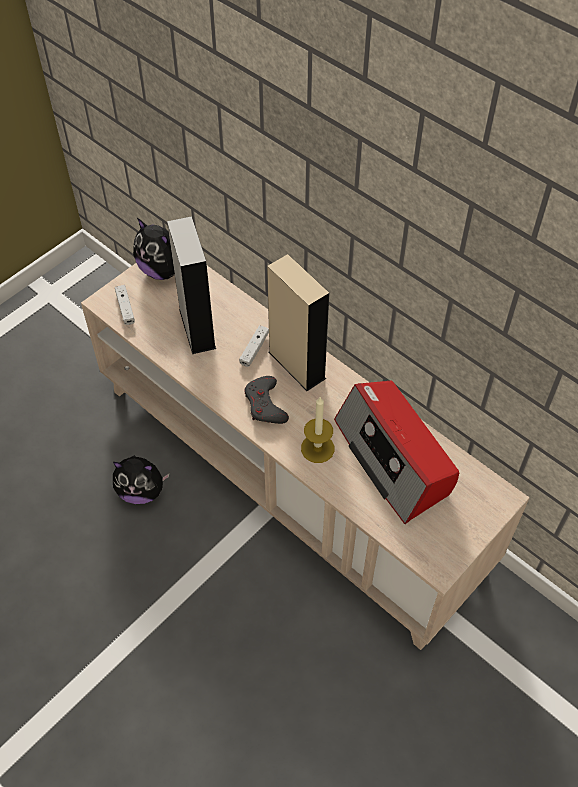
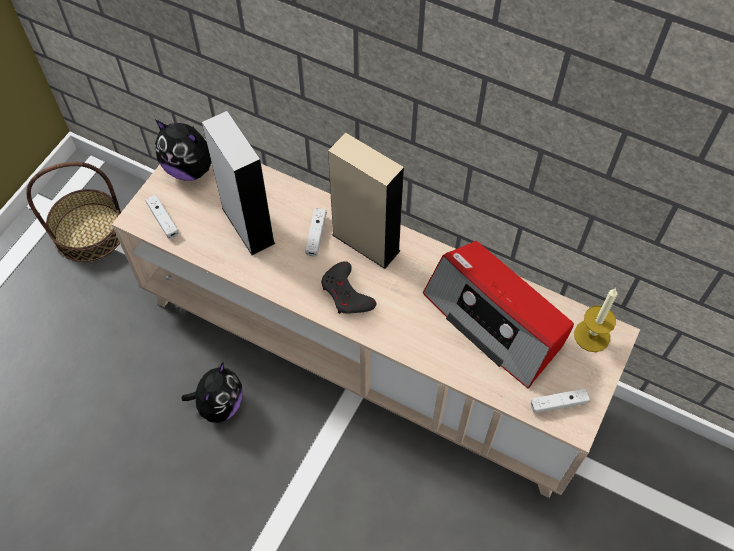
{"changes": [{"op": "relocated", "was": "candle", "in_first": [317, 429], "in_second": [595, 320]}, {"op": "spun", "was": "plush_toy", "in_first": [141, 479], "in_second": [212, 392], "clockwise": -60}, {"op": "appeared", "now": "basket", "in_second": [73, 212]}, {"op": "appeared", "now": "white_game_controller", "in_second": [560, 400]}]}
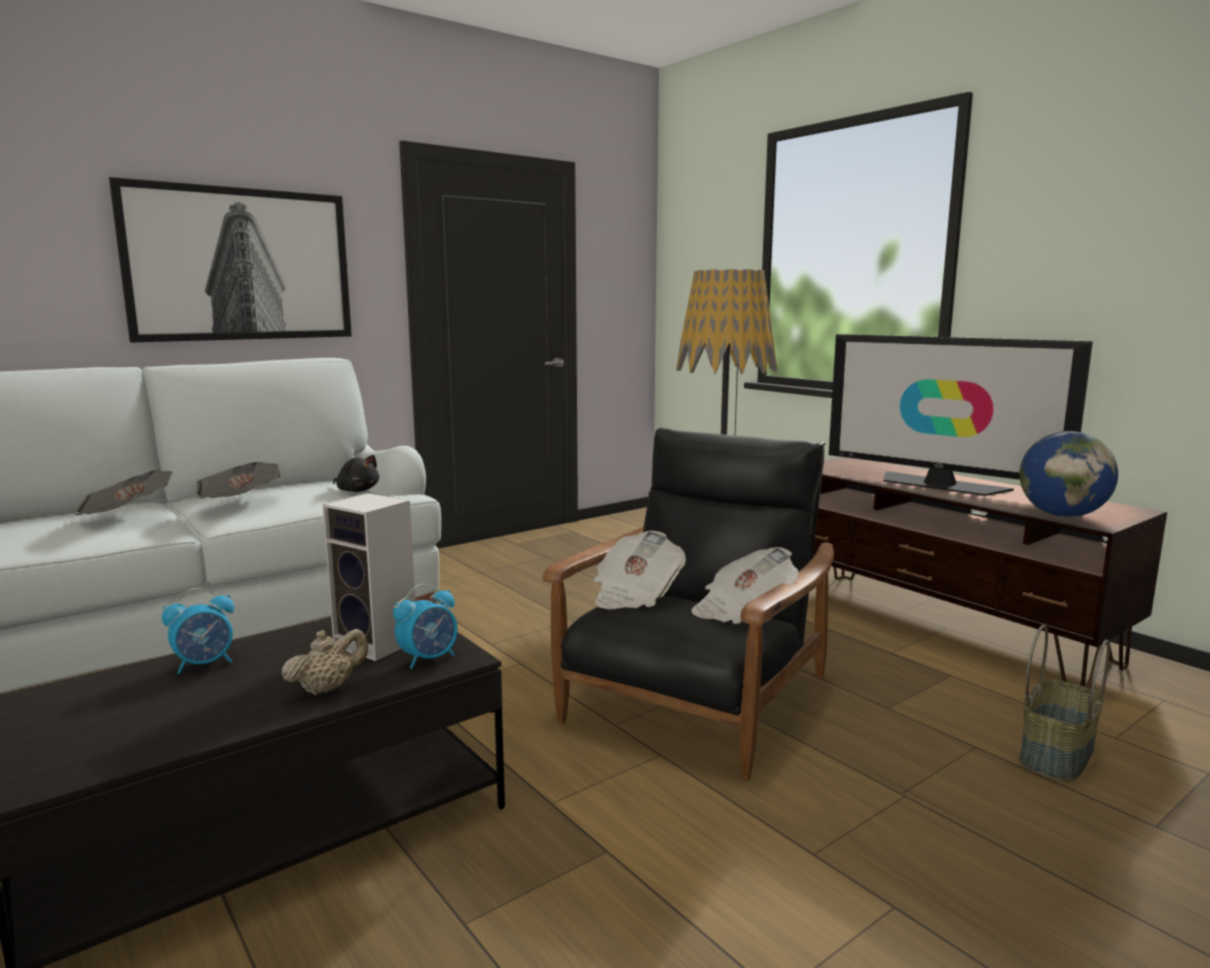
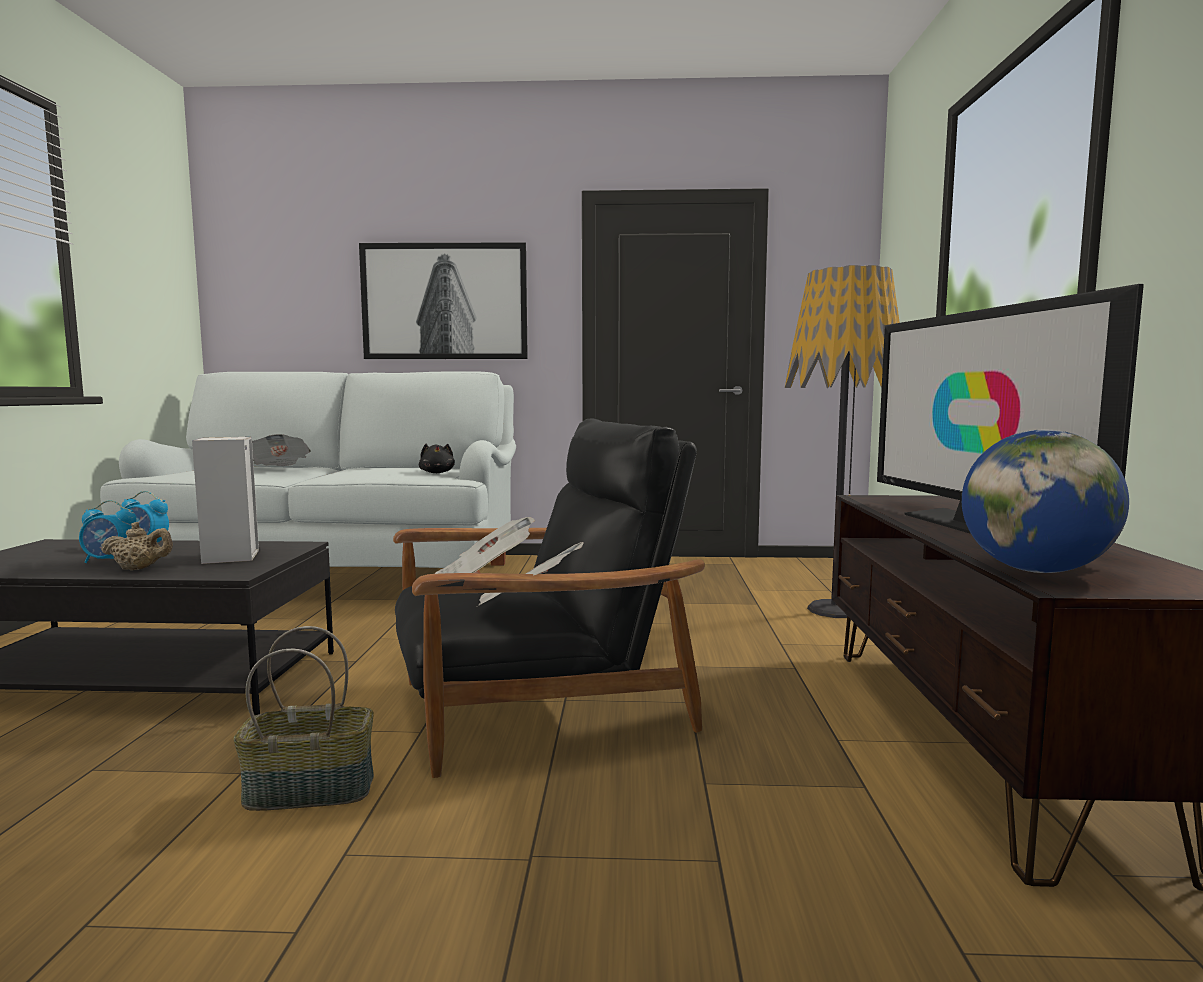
{"changes": [{"op": "missing", "was": "newspaper", "in_first": [238, 480]}, {"op": "relocated", "was": "alarm_clock", "in_first": [425, 626], "in_second": [108, 531]}, {"op": "relocated", "was": "basket", "in_first": [1065, 703], "in_second": [303, 718]}]}
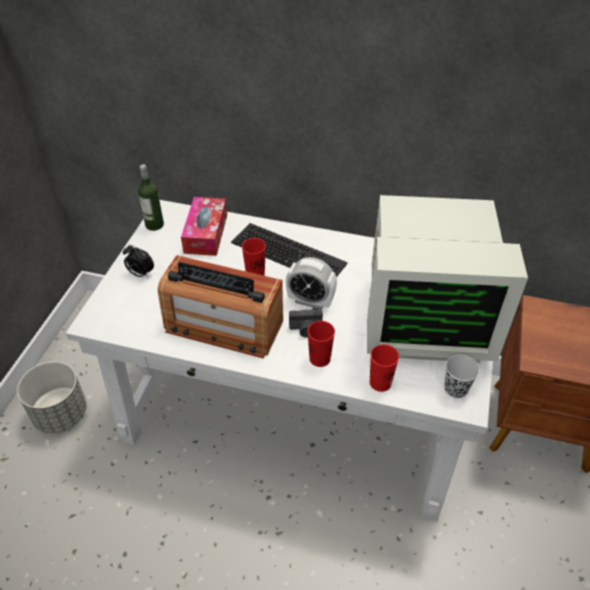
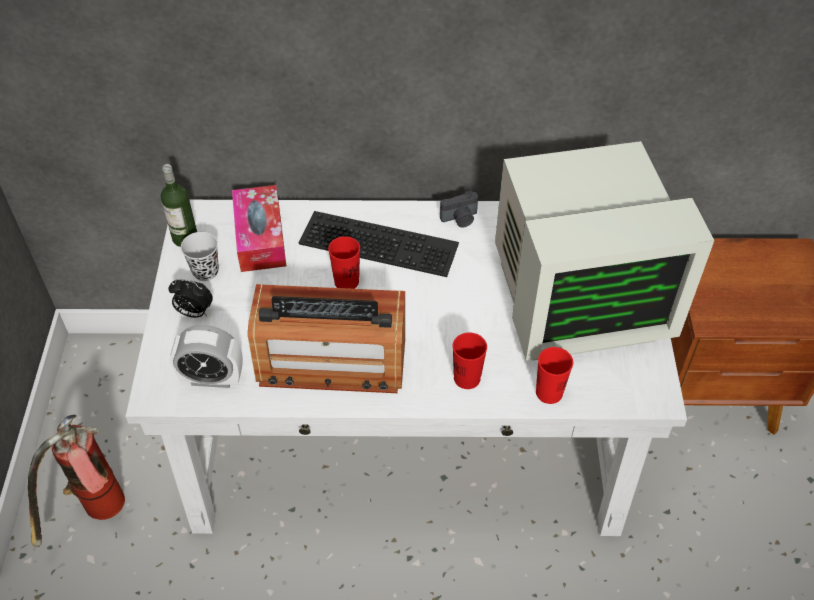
{"changes": [{"op": "relocated", "was": "alarm_clock", "in_first": [311, 283], "in_second": [206, 356]}, {"op": "relocated", "was": "photo_camera", "in_first": [306, 322], "in_second": [459, 209]}, {"op": "relocated", "was": "black_cup", "in_first": [462, 376], "in_second": [200, 256]}, {"op": "exchanged", "was": "grey_planter", "now": "fire_extinguisher", "in_first": [52, 397], "in_second": [76, 481]}]}
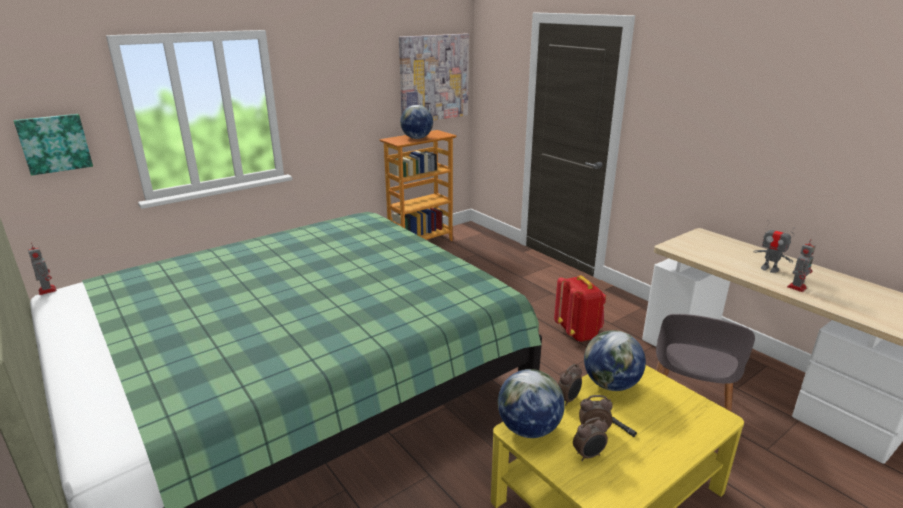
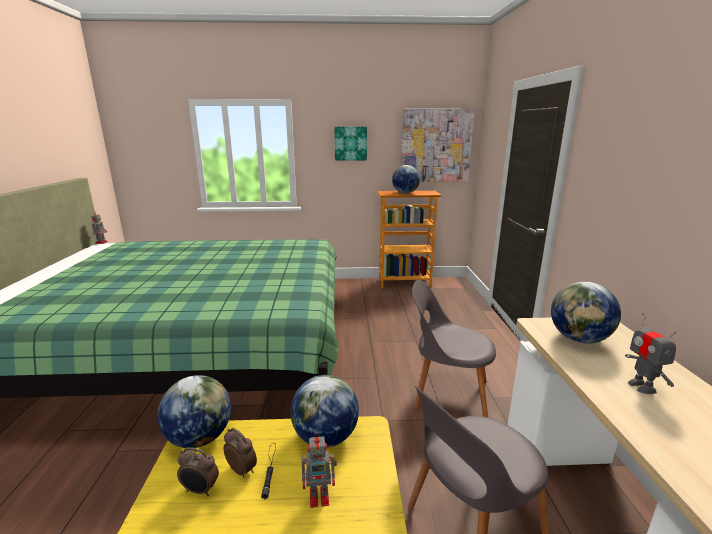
{"changes": [{"op": "relocated", "was": "picture", "in_first": [53, 145], "in_second": [350, 144]}, {"op": "relocated", "was": "toy_robot", "in_first": [801, 265], "in_second": [319, 470]}, {"op": "exchanged", "was": "red_backpack", "now": "grey_chair", "in_first": [580, 308], "in_second": [454, 348]}, {"op": "missing", "was": "alarm_clock", "in_first": [570, 385]}, {"op": "appeared", "now": "globe", "in_second": [586, 312]}]}
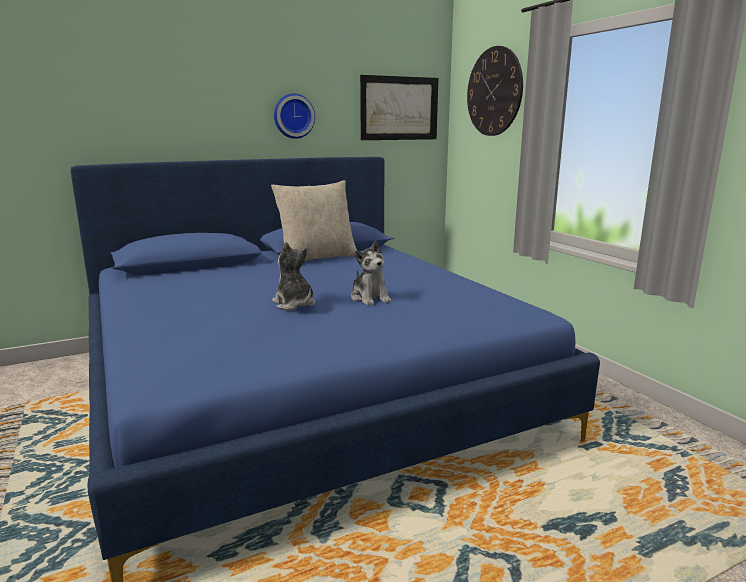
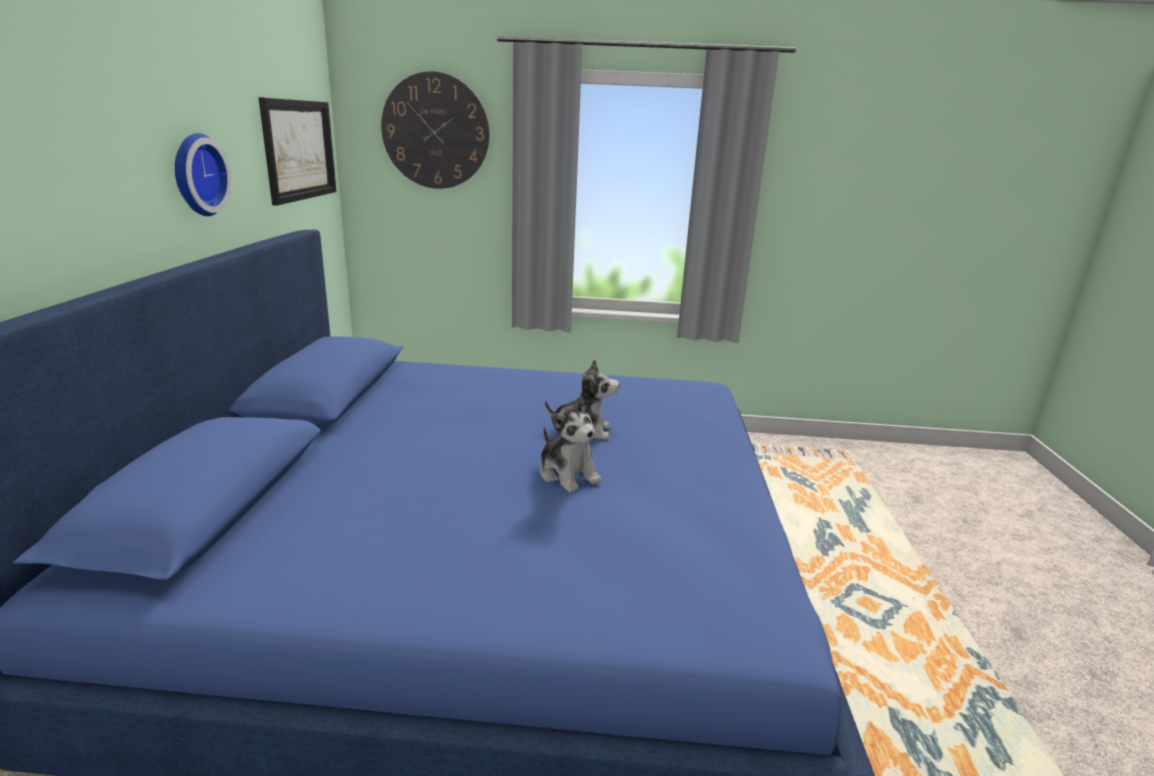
{"changes": [{"op": "missing", "was": "beige_pillow", "in_first": [314, 220]}, {"op": "spun", "was": "plush_toy", "in_first": [293, 276], "in_second": [571, 444], "clockwise": -120}]}
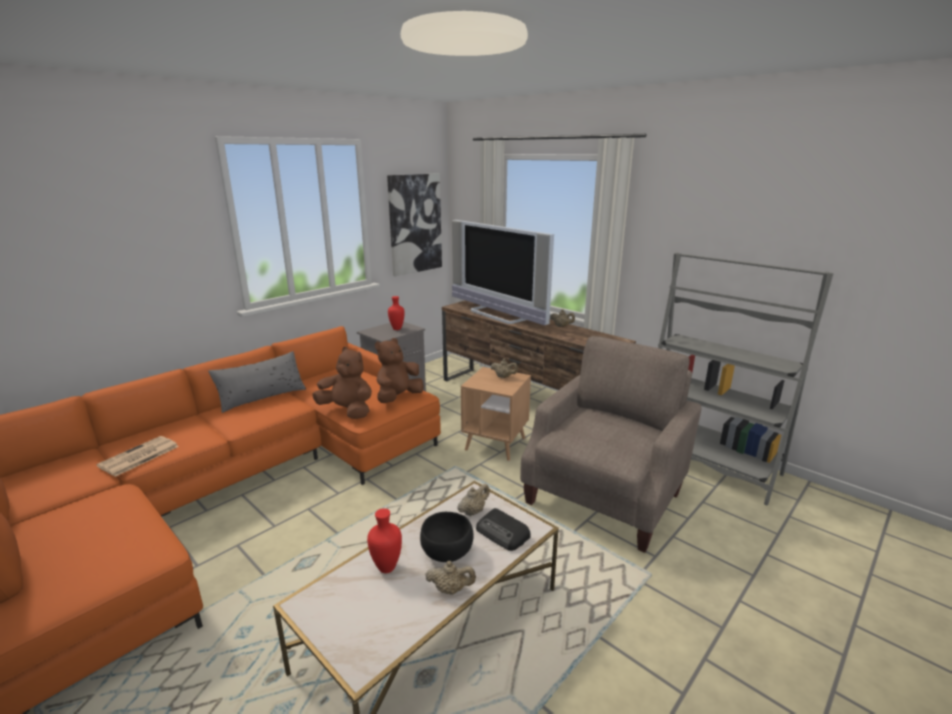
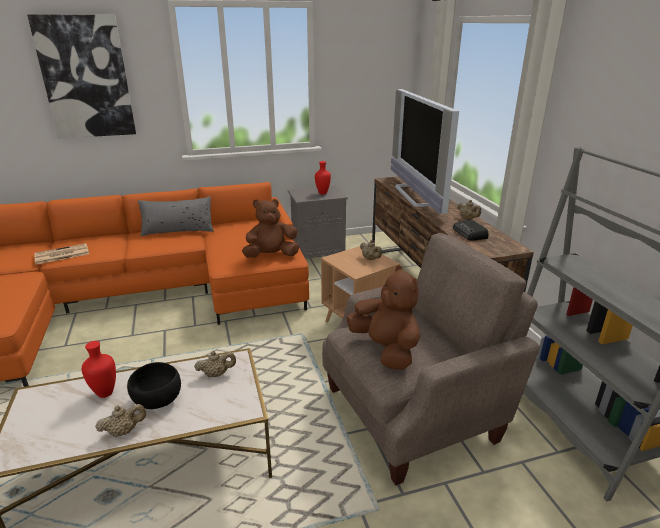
{"changes": [{"op": "relocated", "was": "picture", "in_first": [414, 224], "in_second": [81, 76]}, {"op": "relocated", "was": "brown_plush_toy", "in_first": [342, 383], "in_second": [383, 317]}, {"op": "relocated", "was": "radio", "in_first": [503, 529], "in_second": [471, 230]}, {"op": "spun", "was": "beige_teapot", "in_first": [450, 578], "in_second": [120, 420], "clockwise": -60}]}
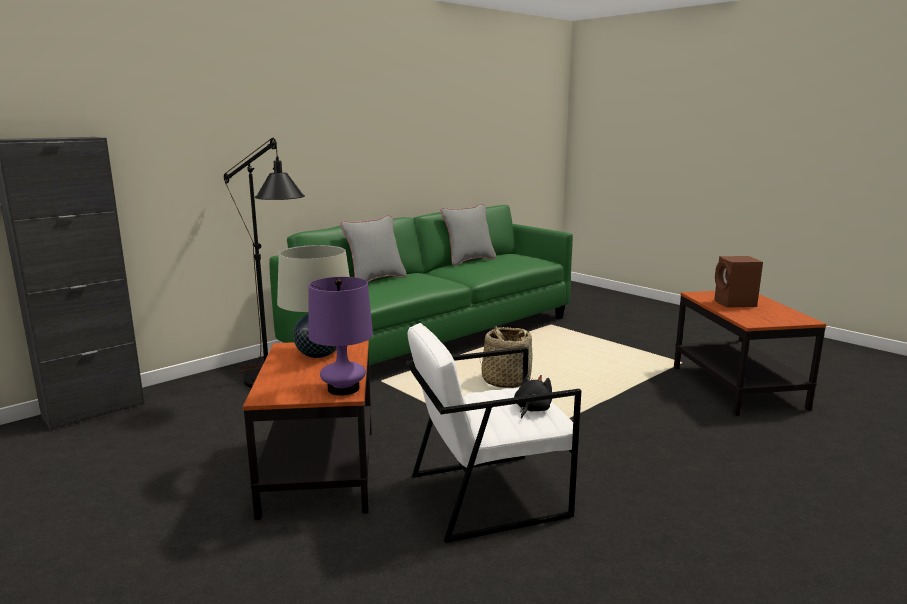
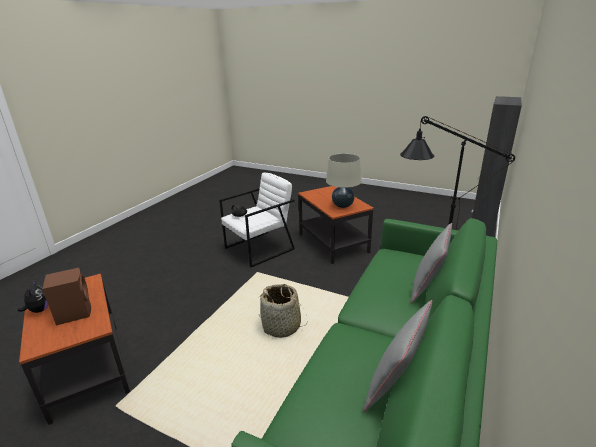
{"changes": [{"op": "missing", "was": "purple_table_lamp", "in_first": [341, 336]}, {"op": "appeared", "now": "plush_toy", "in_second": [33, 296]}]}
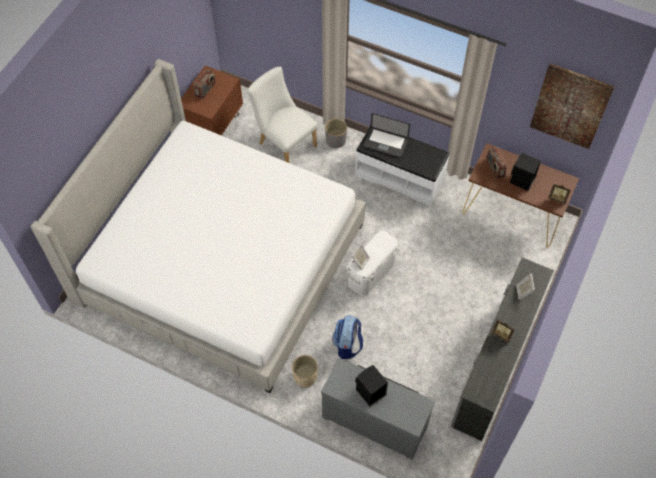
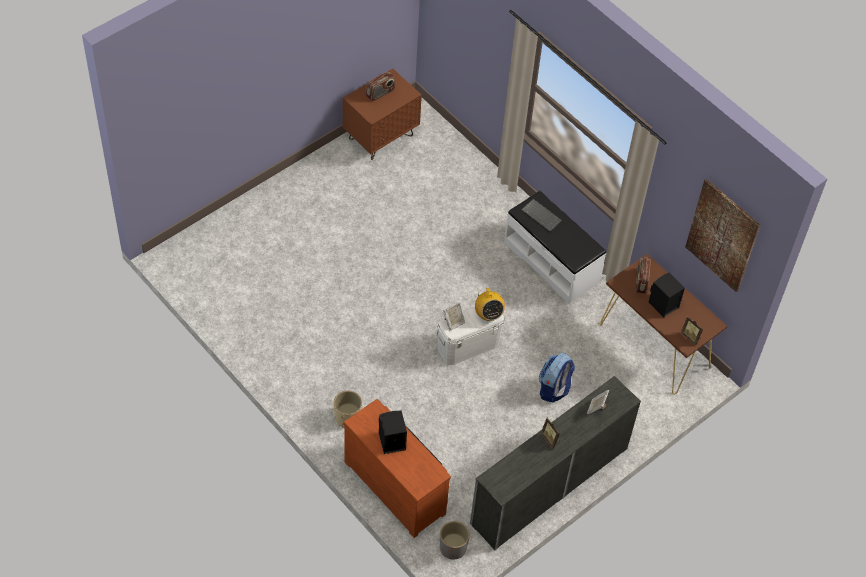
{"changes": [{"op": "missing", "was": "bed", "in_first": [198, 226]}, {"op": "missing", "was": "white_chair", "in_first": [283, 115]}, {"op": "exchanged", "was": "laptop", "now": "keyboard", "in_first": [386, 135], "in_second": [541, 215]}, {"op": "relocated", "was": "grey_planter", "in_first": [336, 133], "in_second": [455, 540]}, {"op": "relocated", "was": "backpack", "in_first": [347, 337], "in_second": [557, 377]}, {"op": "colour", "was": "grey_dresser", "now": "brown_dresser", "in_first": [378, 409], "in_second": [397, 468]}, {"op": "appeared", "now": "radio", "in_second": [490, 304]}]}
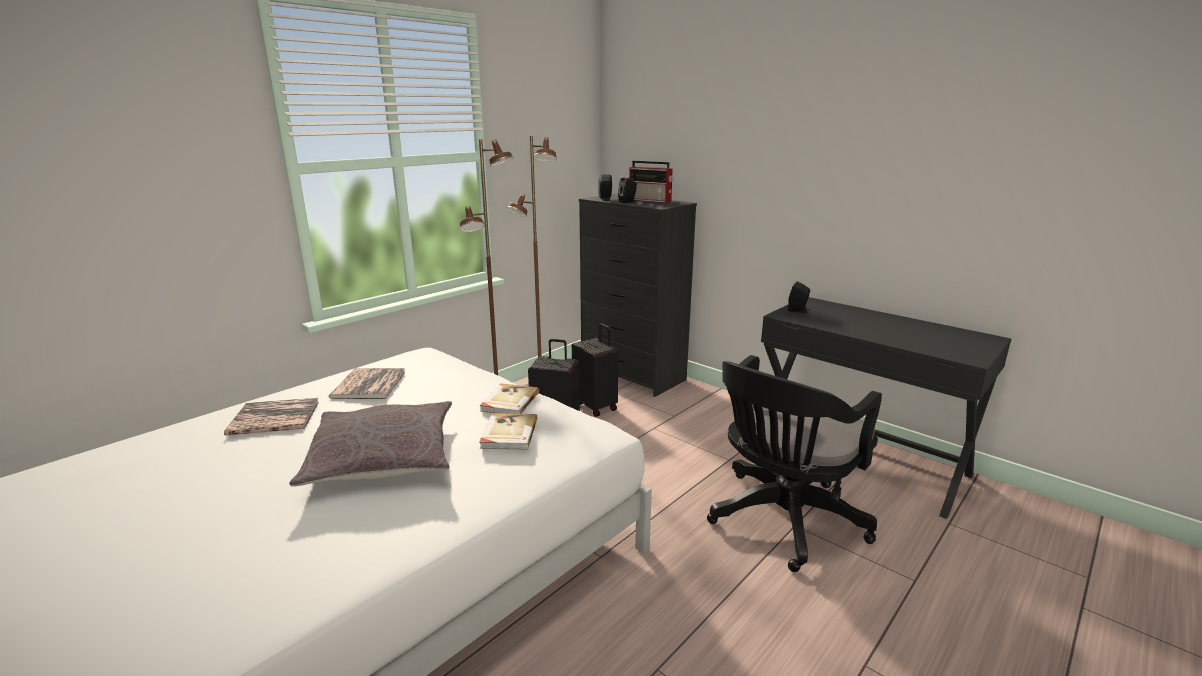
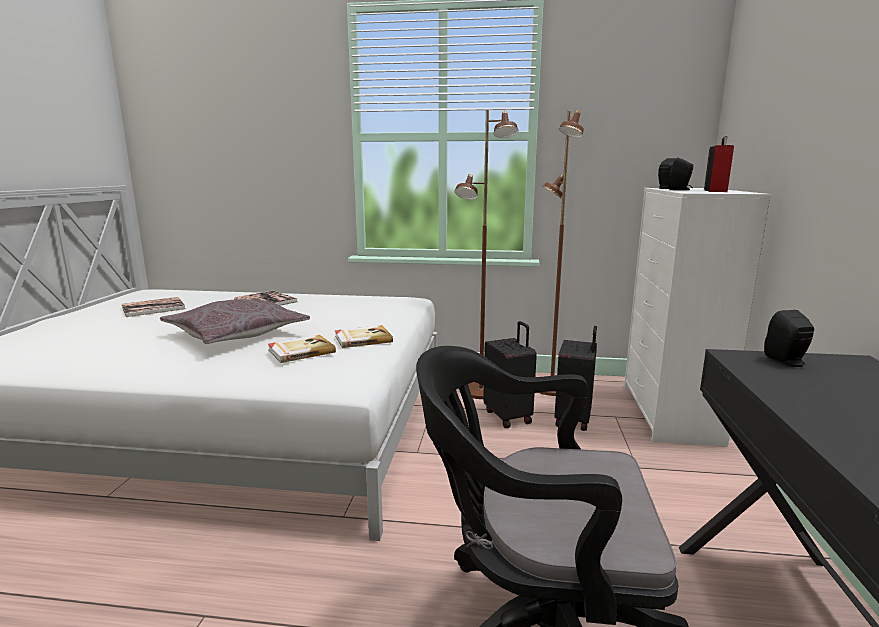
{"changes": [{"op": "spun", "was": "radio", "in_first": [651, 182], "in_second": [719, 164], "clockwise": -150}, {"op": "colour", "was": "black_dresser", "now": "white_dresser", "in_first": [638, 295], "in_second": [697, 317]}, {"op": "relocated", "was": "book", "in_first": [367, 383], "in_second": [154, 307]}]}
